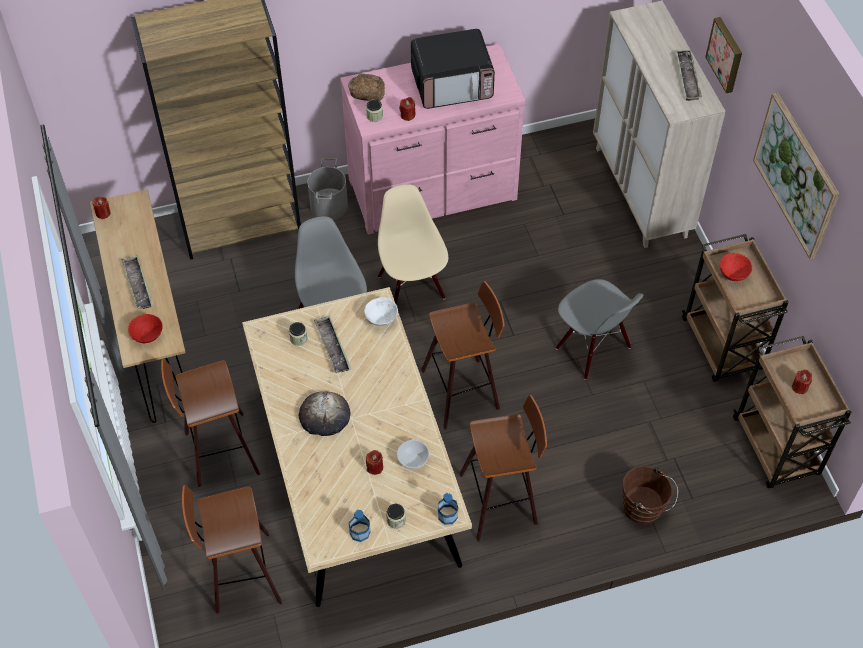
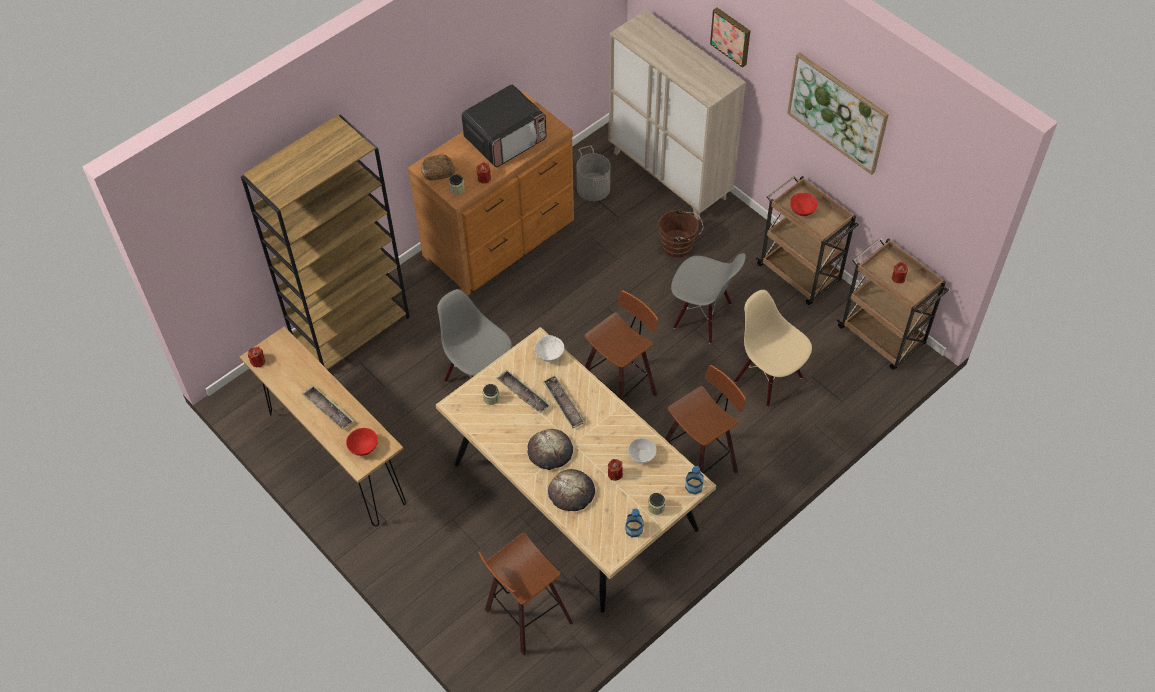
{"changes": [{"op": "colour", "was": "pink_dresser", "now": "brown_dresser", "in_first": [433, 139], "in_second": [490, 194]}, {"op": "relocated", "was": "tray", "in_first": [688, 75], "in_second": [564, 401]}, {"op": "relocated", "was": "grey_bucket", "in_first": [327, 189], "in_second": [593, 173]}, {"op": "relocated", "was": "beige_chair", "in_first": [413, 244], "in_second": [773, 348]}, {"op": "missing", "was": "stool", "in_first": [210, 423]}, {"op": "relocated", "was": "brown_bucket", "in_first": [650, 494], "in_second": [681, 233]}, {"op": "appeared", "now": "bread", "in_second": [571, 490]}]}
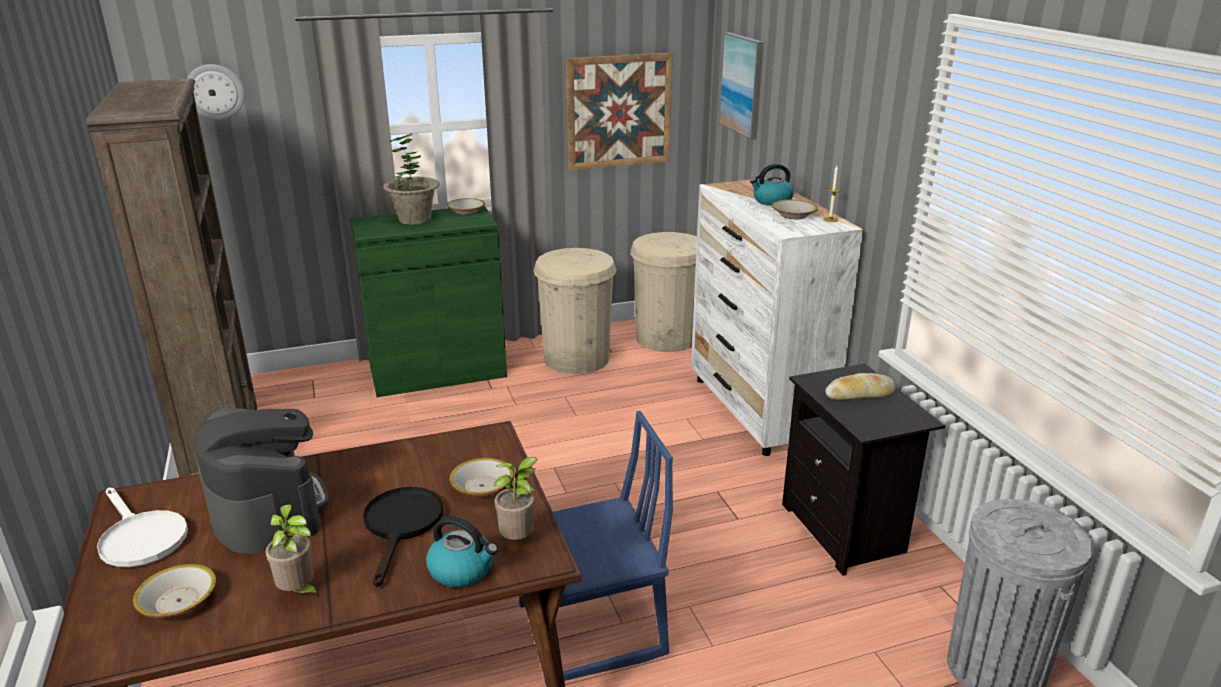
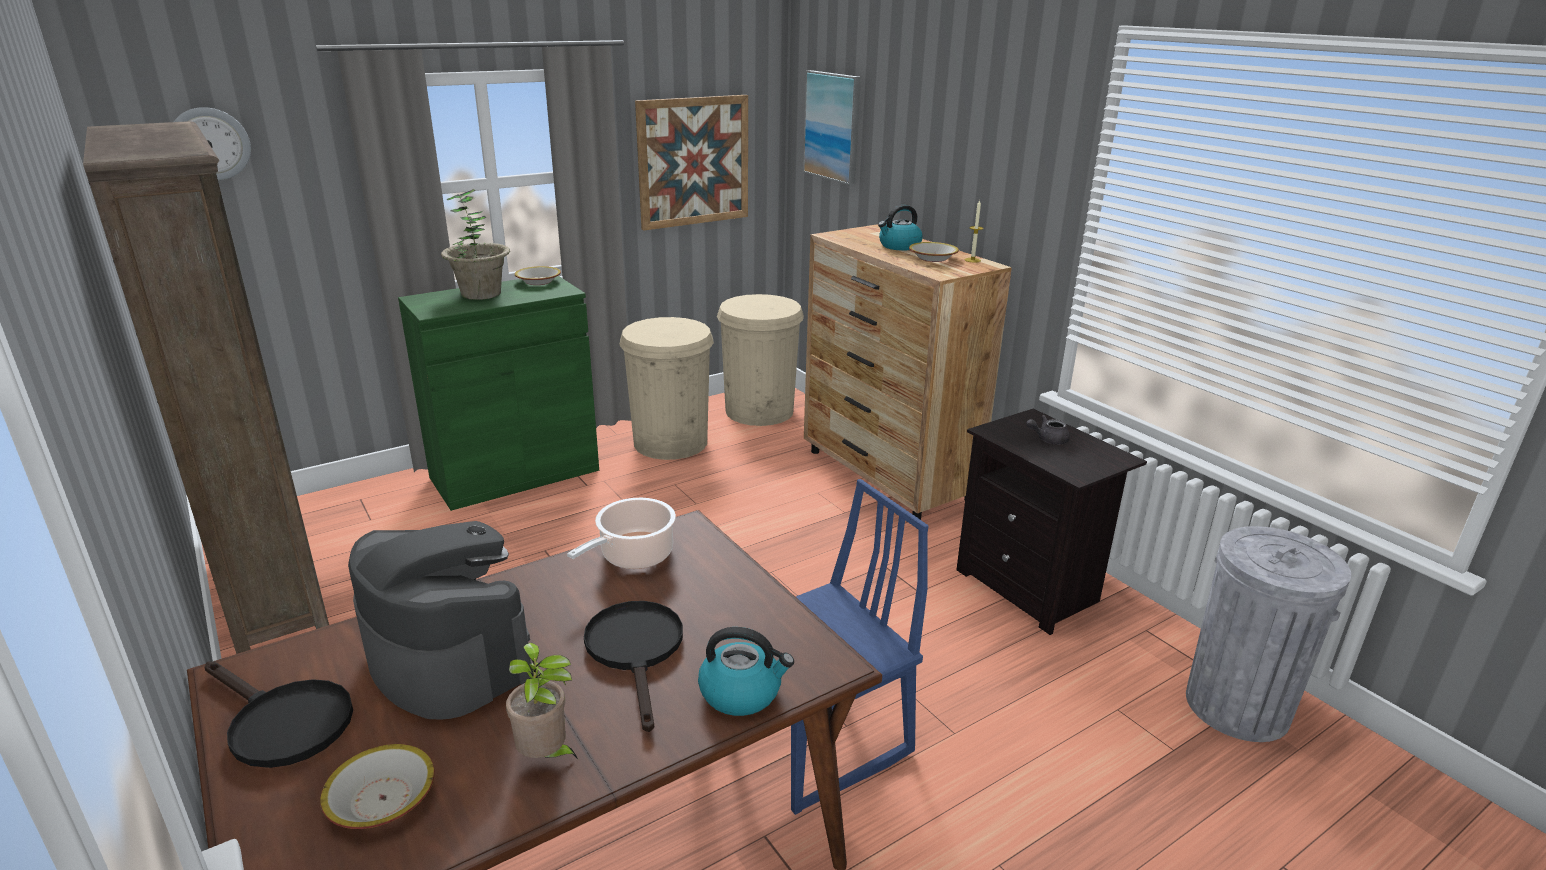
{"changes": [{"op": "colour", "was": "white_dresser", "now": "brown_dresser", "in_first": [777, 317], "in_second": [908, 372]}, {"op": "exchanged", "was": "bread", "now": "grey_teapot", "in_first": [860, 386], "in_second": [1048, 430]}, {"op": "missing", "was": "potted_plant", "in_first": [516, 498]}, {"op": "missing", "was": "bowl", "in_first": [482, 477]}, {"op": "colour", "was": "white_frying_pan", "now": "black_frying_pan", "in_first": [142, 527], "in_second": [279, 714]}, {"op": "appeared", "now": "cooking_pot", "in_second": [621, 533]}]}
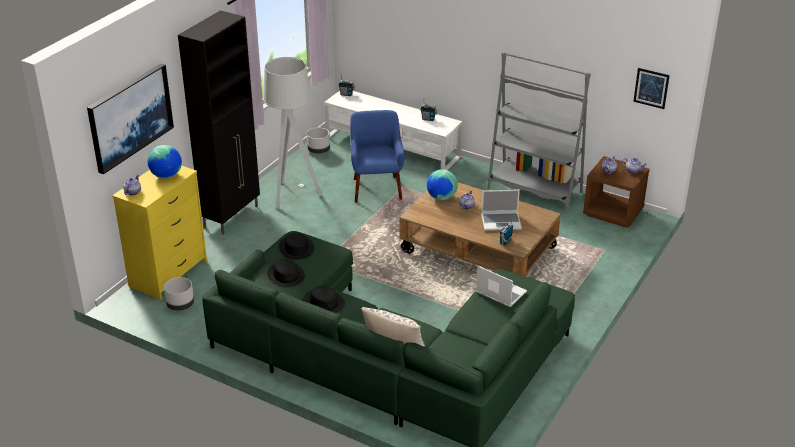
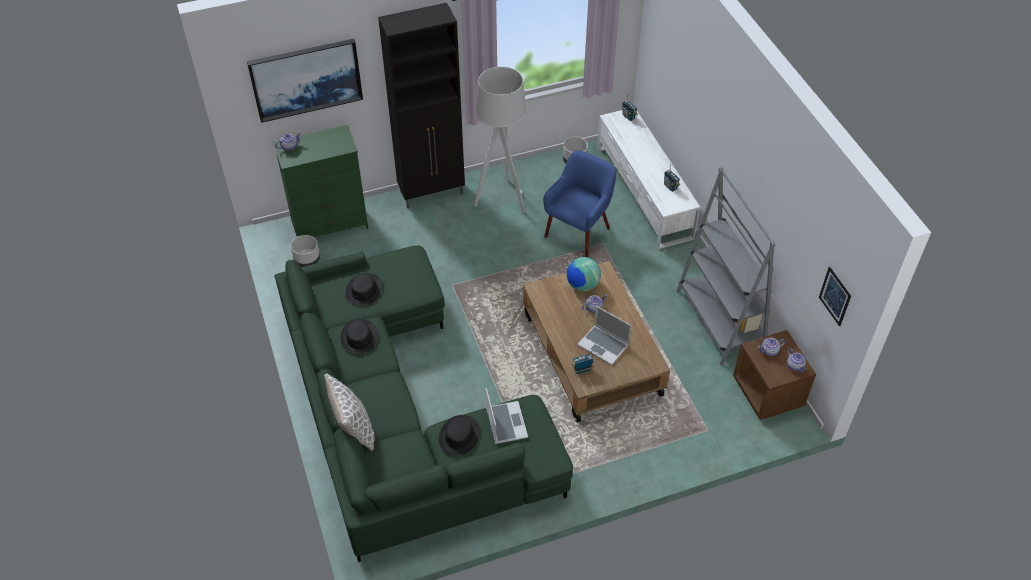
{"changes": [{"op": "missing", "was": "globe", "in_first": [165, 162]}, {"op": "colour", "was": "yellow_dresser", "now": "green_dresser", "in_first": [159, 232], "in_second": [320, 181]}, {"op": "relocated", "was": "black_hat", "in_first": [296, 246], "in_second": [459, 435]}]}
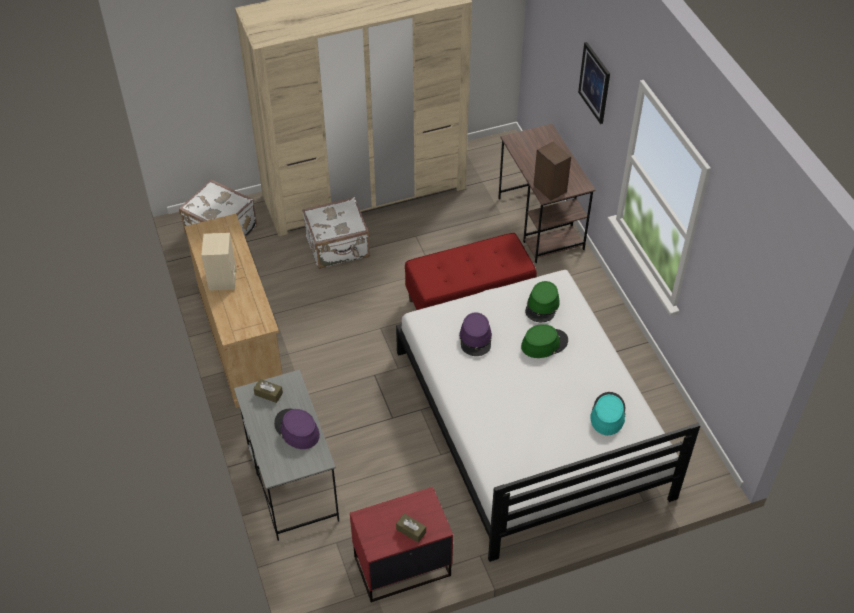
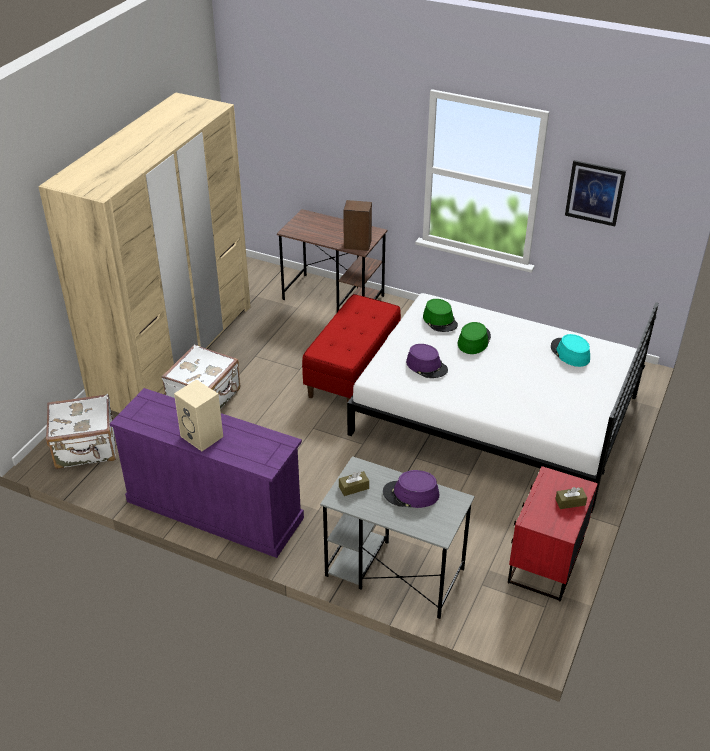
{"changes": [{"op": "relocated", "was": "picture", "in_first": [594, 83], "in_second": [595, 193]}, {"op": "colour", "was": "beige_dresser", "now": "purple_dresser", "in_first": [233, 311], "in_second": [207, 473]}]}
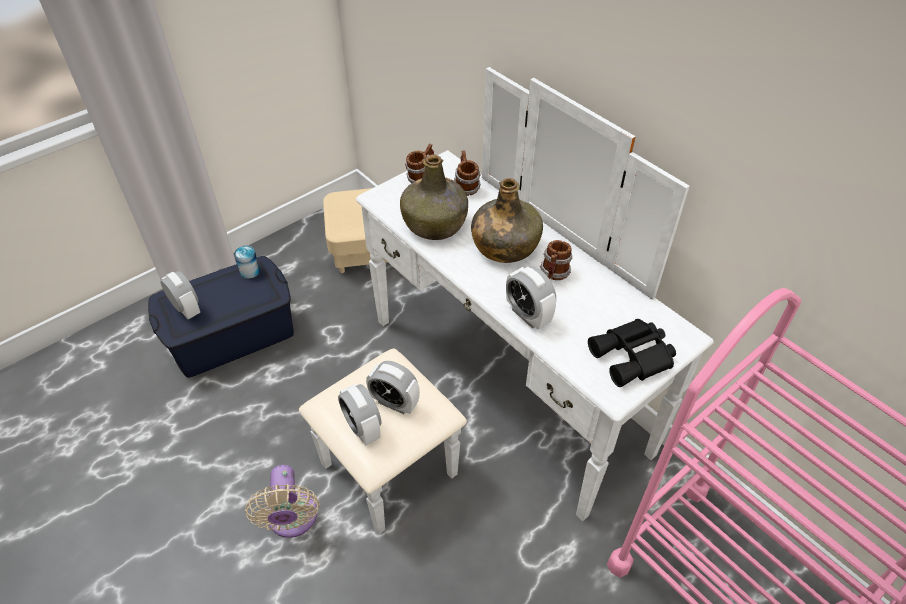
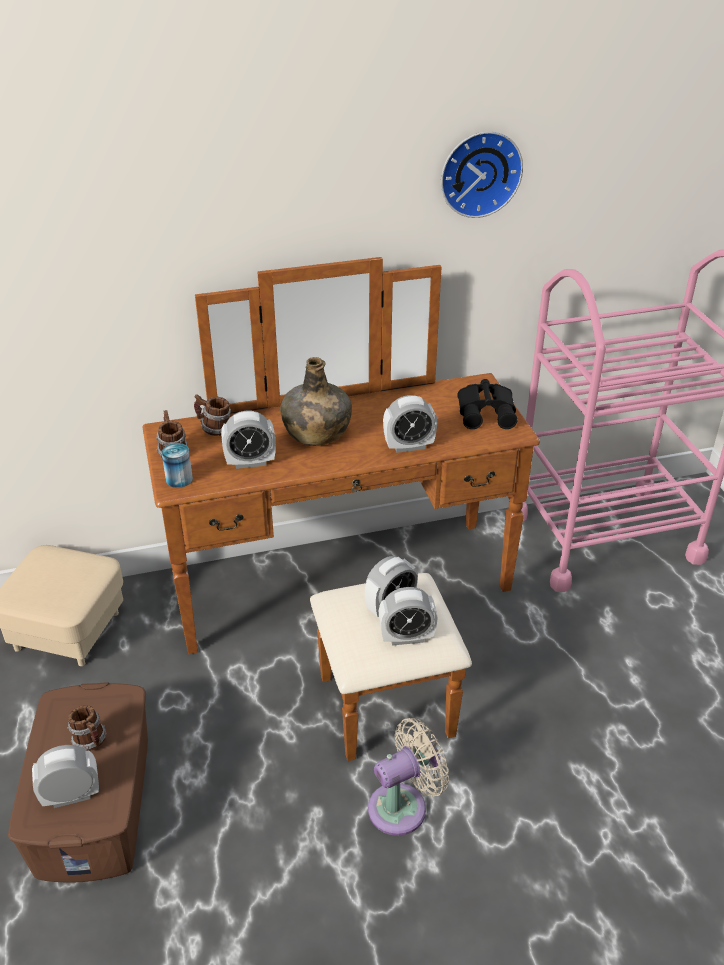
{"changes": [{"op": "colour", "was": "white_dresser", "now": "brown_dresser", "in_first": [506, 300], "in_second": [341, 509]}, {"op": "exchanged", "was": "green_bottle", "now": "alarm_clock", "in_first": [434, 197], "in_second": [248, 440]}, {"op": "relocated", "was": "mug", "in_first": [556, 260], "in_second": [86, 728]}, {"op": "relocated", "was": "can", "in_first": [247, 262], "in_second": [177, 465]}, {"op": "colour", "was": "blue_storage_box", "now": "brown_storage_box", "in_first": [221, 317], "in_second": [78, 782]}, {"op": "spun", "was": "beige_fan", "in_first": [282, 501], "in_second": [408, 777], "clockwise": -45}, {"op": "appeared", "now": "wall_clock", "in_second": [482, 174]}]}
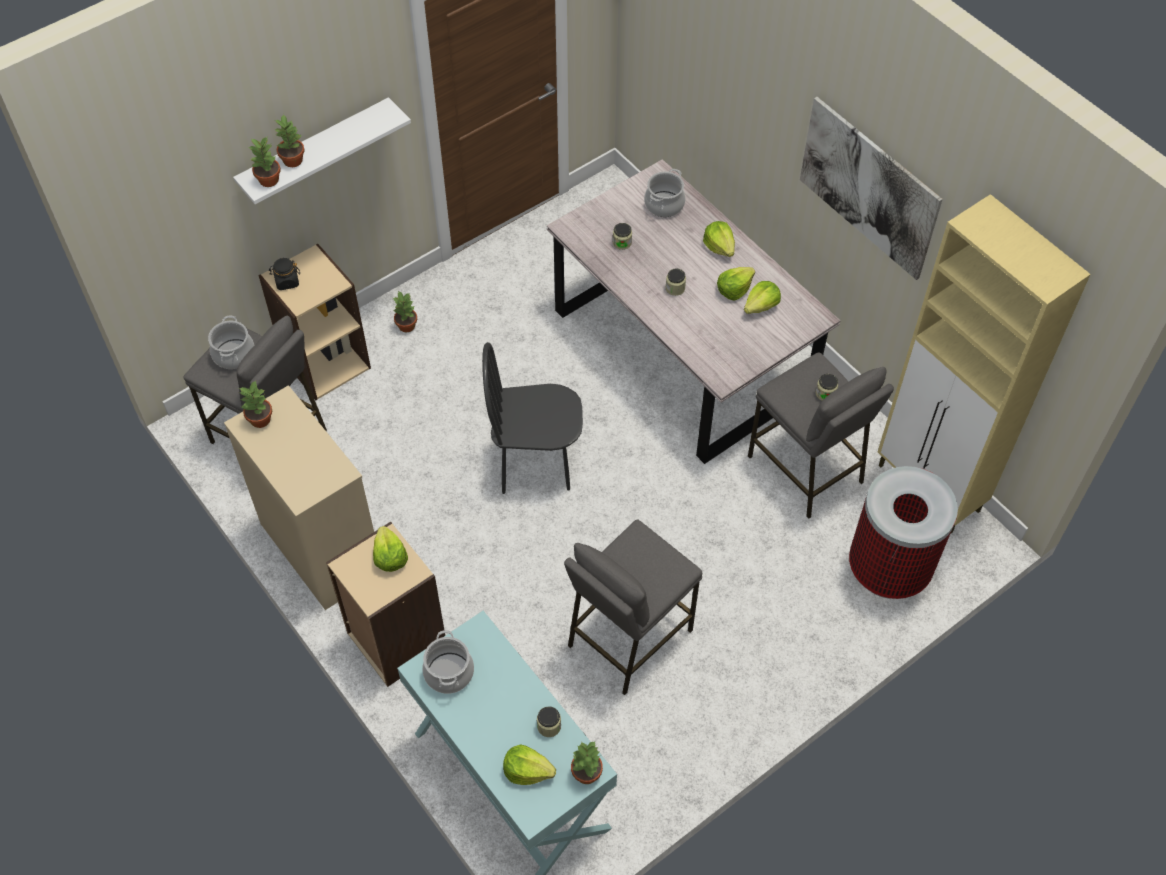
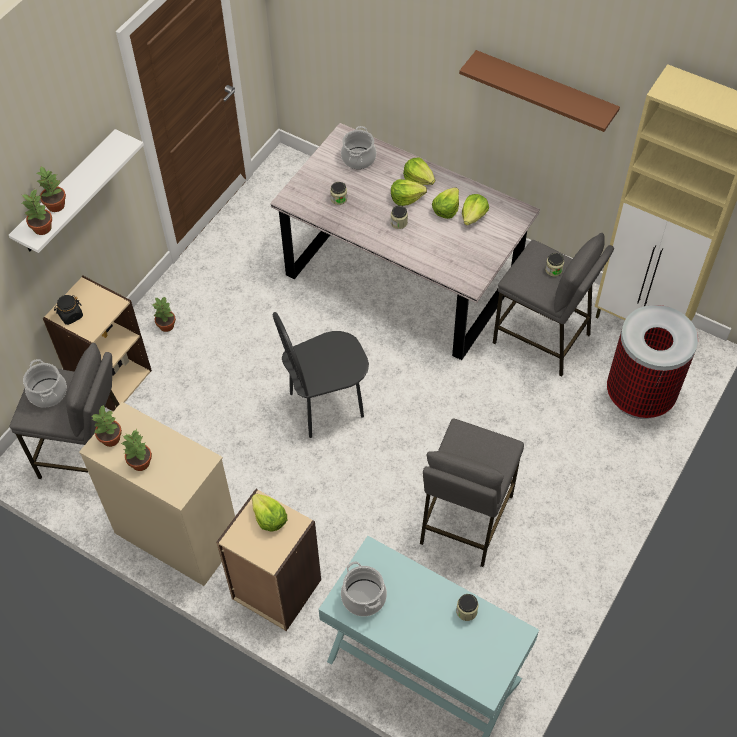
{"changes": [{"op": "exchanged", "was": "picture", "now": "brown_shelf", "in_first": [871, 188], "in_second": [539, 91]}, {"op": "relocated", "was": "potted_plant", "in_first": [587, 762], "in_second": [136, 450]}, {"op": "relocated", "was": "lettuce", "in_first": [529, 764], "in_second": [409, 192]}]}
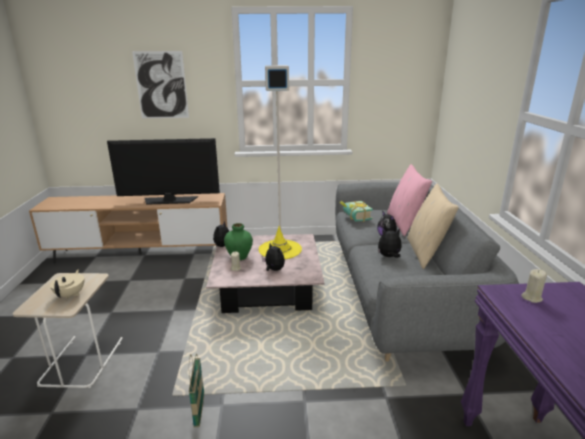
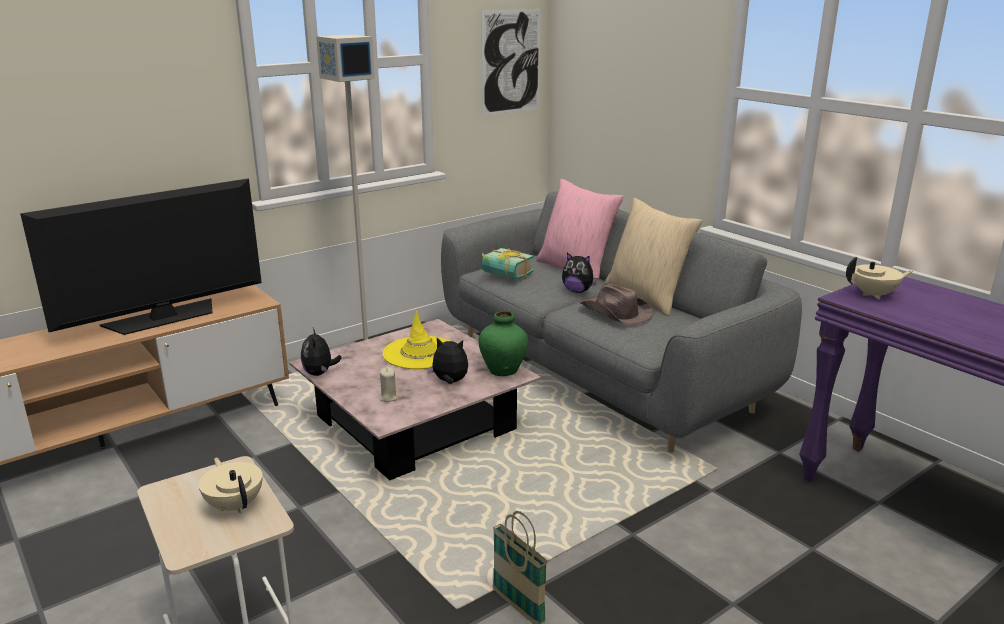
{"changes": [{"op": "relocated", "was": "picture", "in_first": [160, 84], "in_second": [511, 62]}, {"op": "relocated", "was": "green_vase", "in_first": [238, 241], "in_second": [503, 343]}, {"op": "exchanged", "was": "plush_toy", "now": "brown_hat", "in_first": [390, 243], "in_second": [617, 304]}, {"op": "exchanged", "was": "beige_candle", "now": "beige_teapot", "in_first": [534, 286], "in_second": [879, 278]}]}
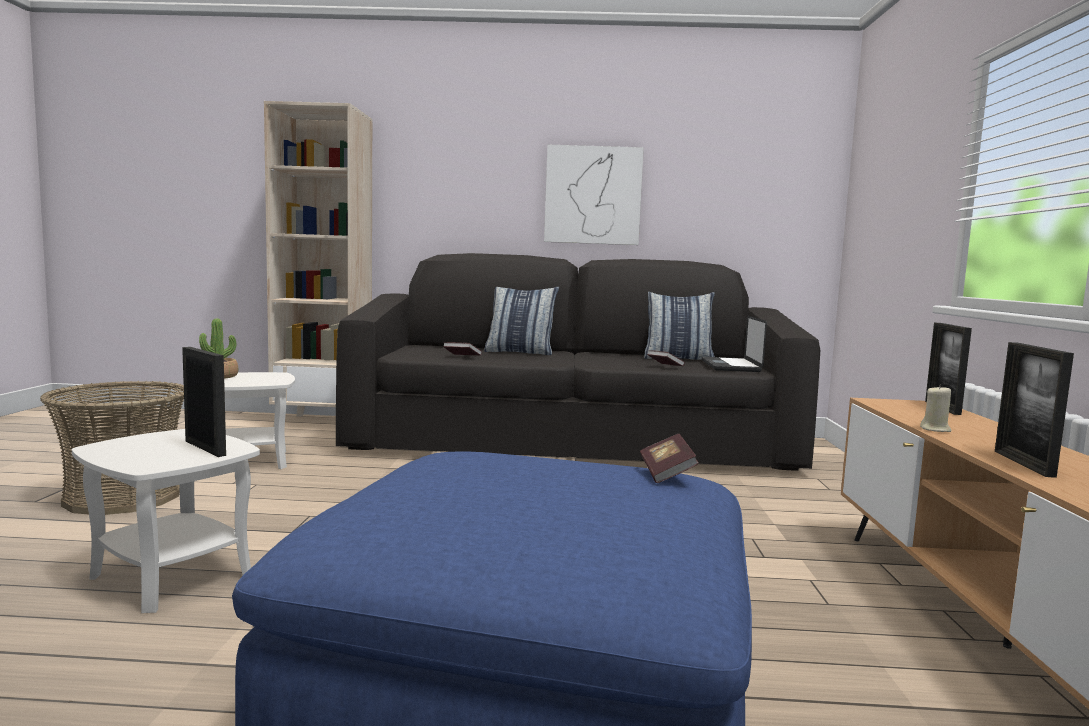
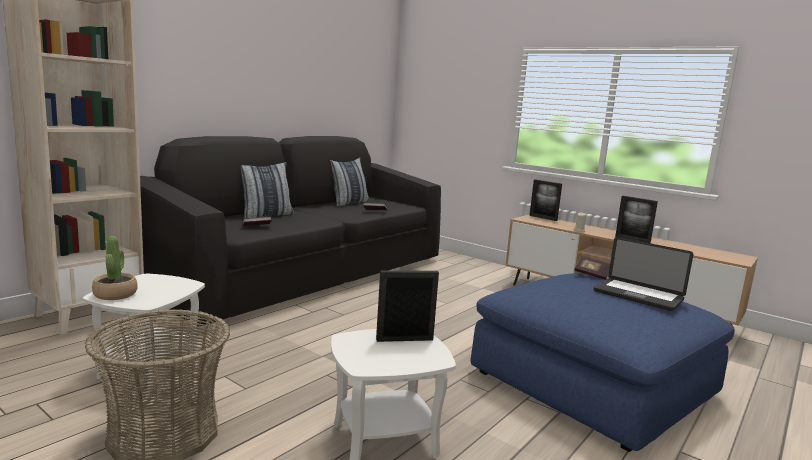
{"changes": [{"op": "missing", "was": "picture", "in_first": [594, 195]}, {"op": "relocated", "was": "laptop", "in_first": [734, 344], "in_second": [643, 274]}]}
